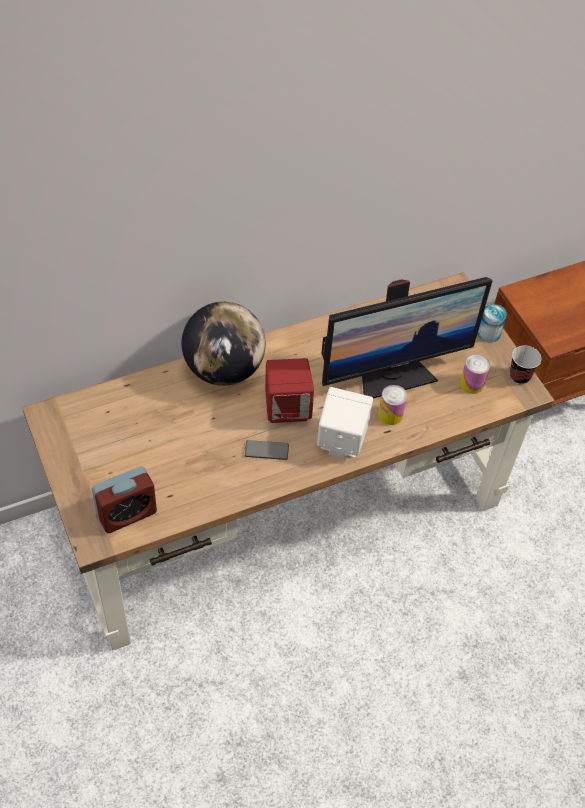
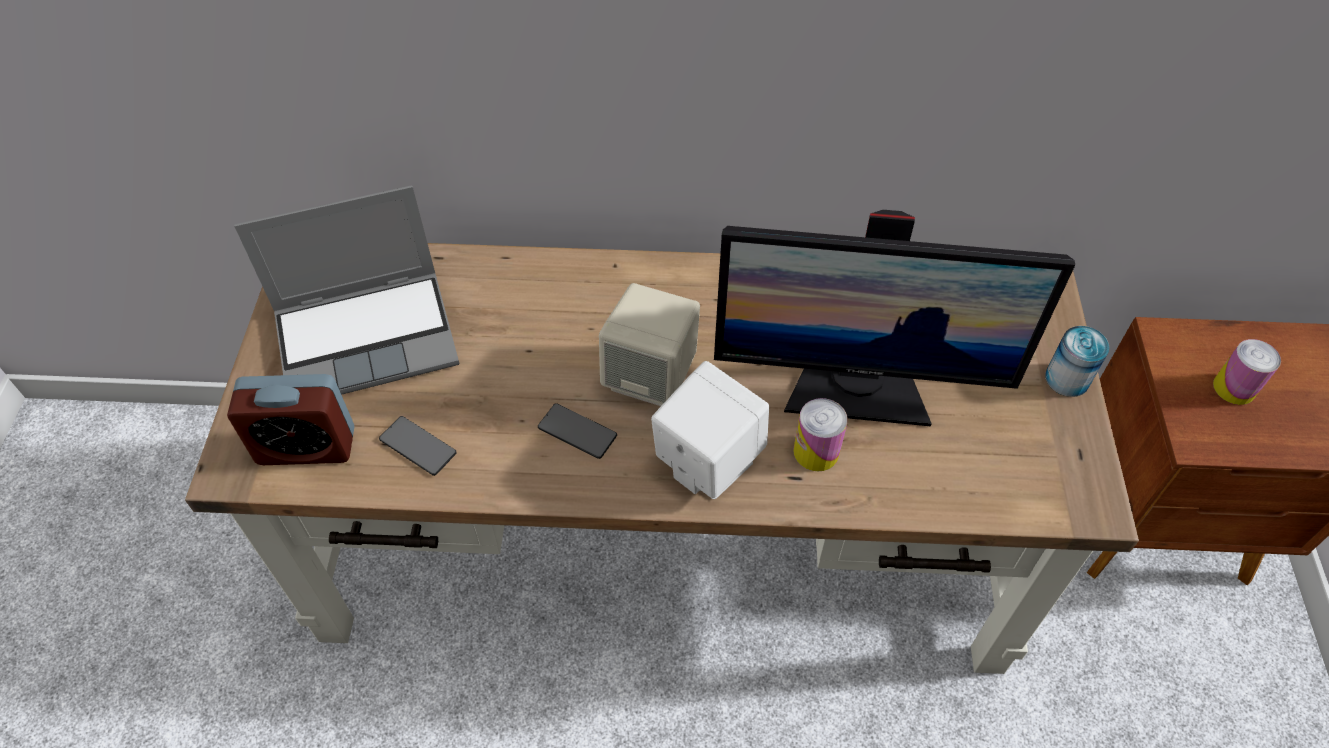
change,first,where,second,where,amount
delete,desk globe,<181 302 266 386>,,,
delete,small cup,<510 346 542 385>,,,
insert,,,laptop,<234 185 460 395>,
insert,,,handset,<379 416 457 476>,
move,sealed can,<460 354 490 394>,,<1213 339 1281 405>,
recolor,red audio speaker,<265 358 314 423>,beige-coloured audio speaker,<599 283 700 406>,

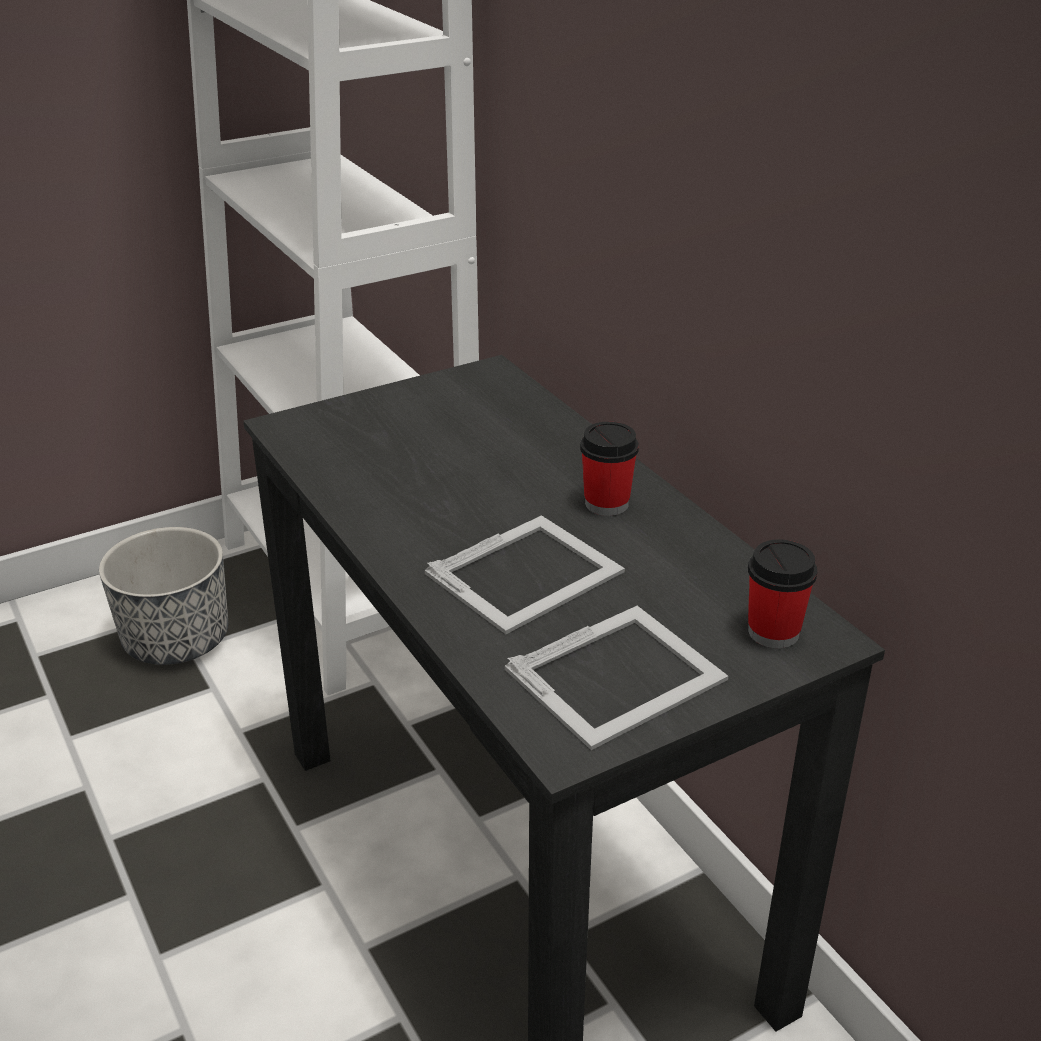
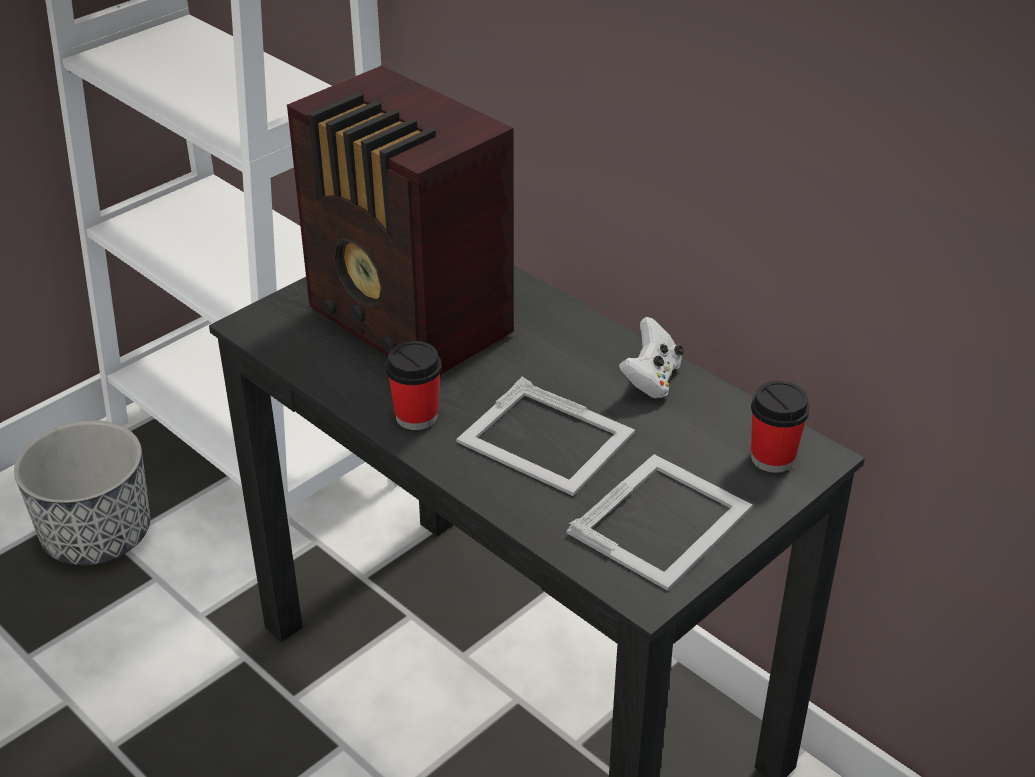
change,first,where,second,where,amount
insert,,,radio,<287 66 514 376>,
insert,,,white joypad,<619 317 684 398>,
move,small cup,<580 422 639 516>,,<386 341 442 430>,
rotate,photo frame,<425 515 625 634>,,<456 376 635 496>,90 degrees clockwise

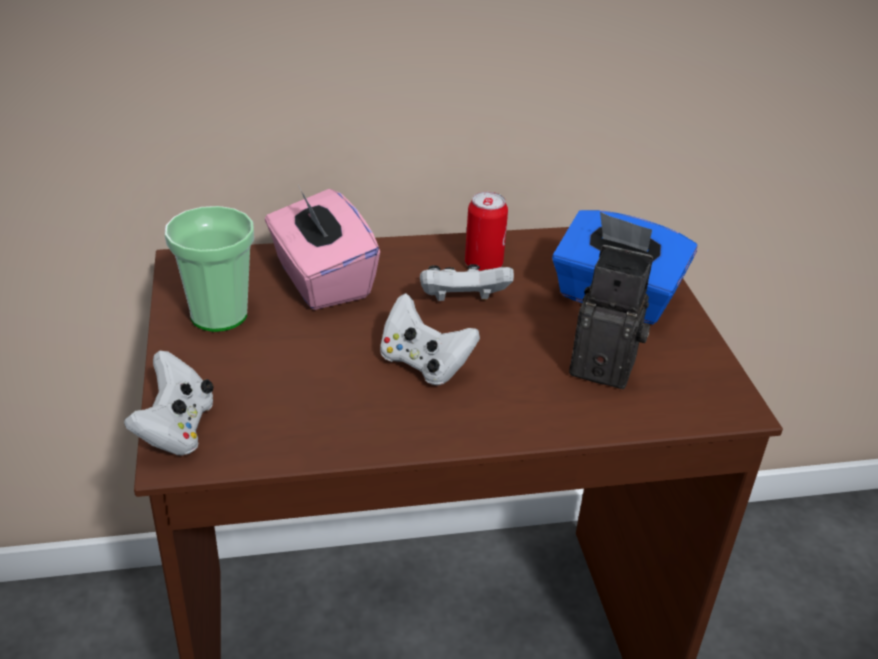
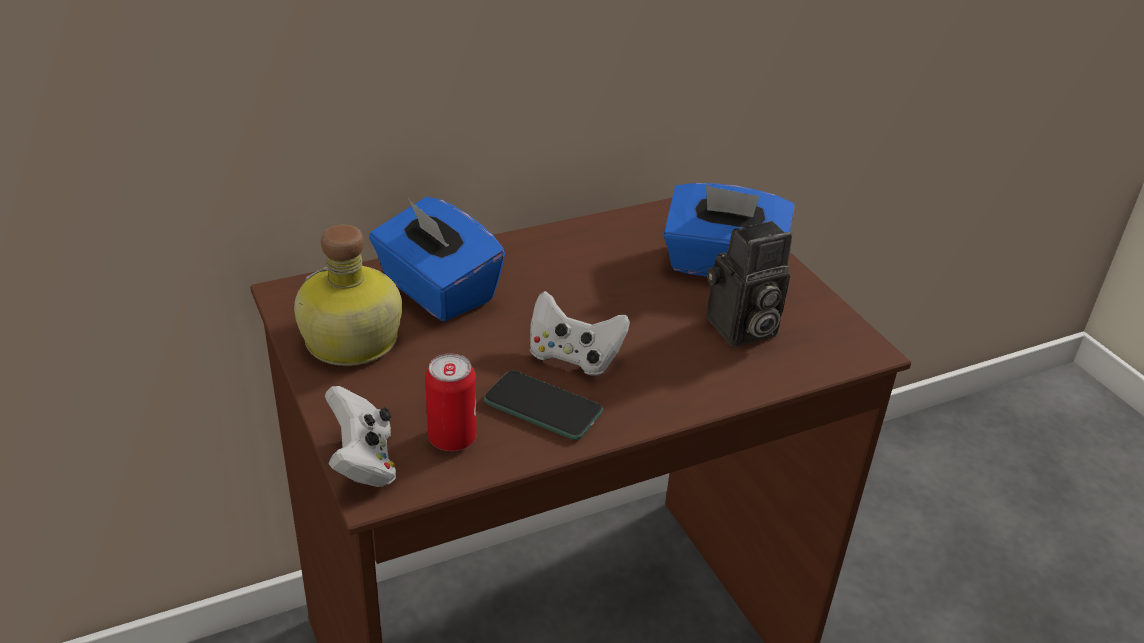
change,first,where,second,where,amount
delete,white joypad,<420 264 514 301>,,,
insert,,,handset,<484 371 603 440>,
move,sealed can,<465 192 508 271>,,<425 353 477 451>,
replace,small cup,<165 206 254 332>,beverage bottle,<294 225 402 366>,
recolor,pink box of tissues,<265 185 380 310>,blue box of tissues,<369 197 505 322>,
rotate,still camera,<569 245 653 389>,,<707 221 792 347>,150 degrees clockwise

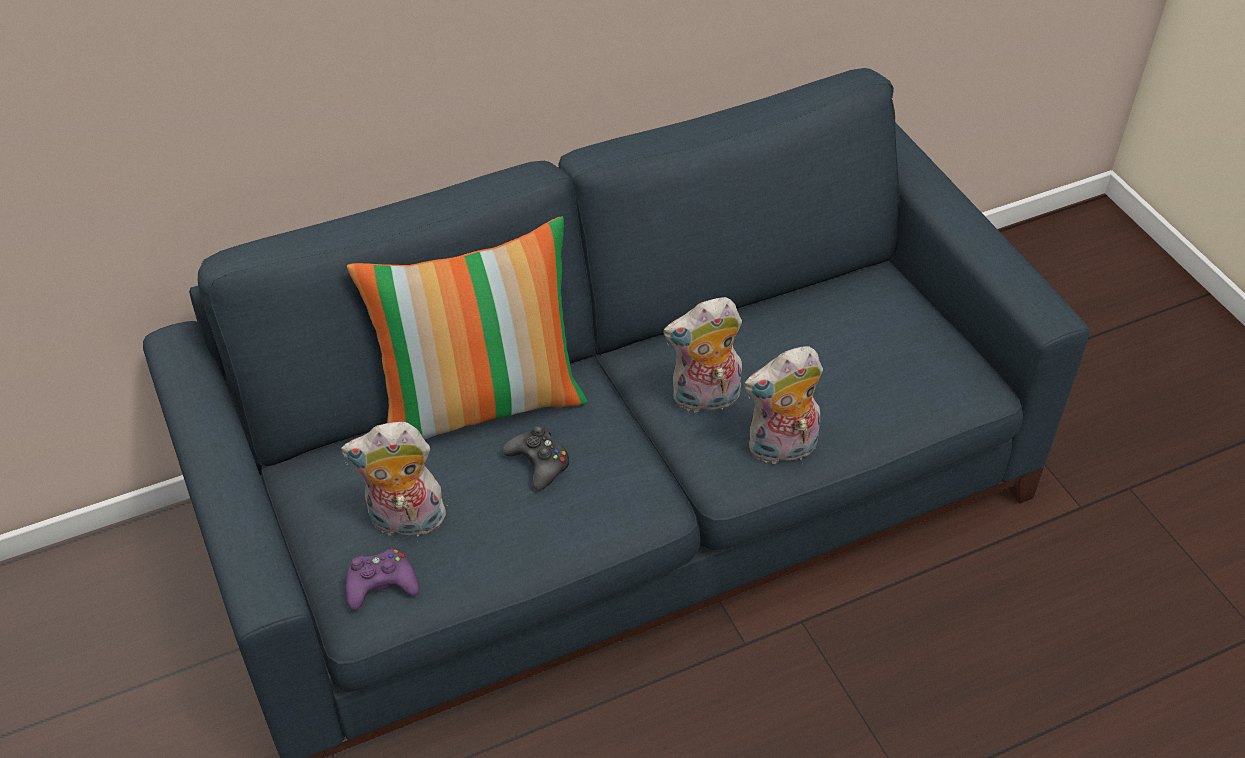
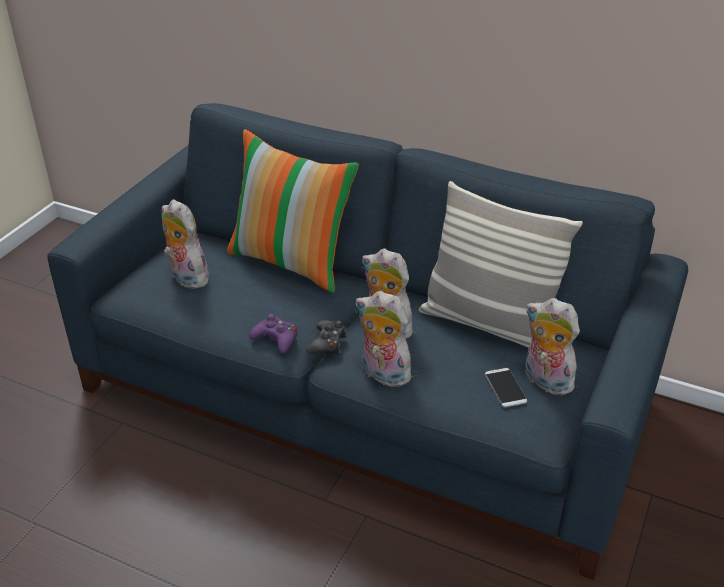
change,first,where,second,where,amount
insert,,,pillow,<419 181 583 348>,
insert,,,handset,<485 368 527 407>,
insert,,,soft toy,<525 298 580 395>,
move,purple-coloured joypad,<346 549 419 610>,,<249 314 297 353>,
move,black-coloured joypad,<503 426 570 491>,,<306 320 347 355>,

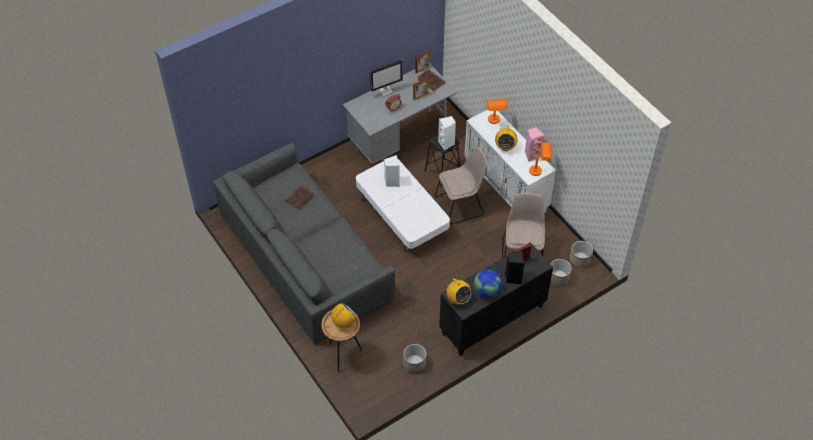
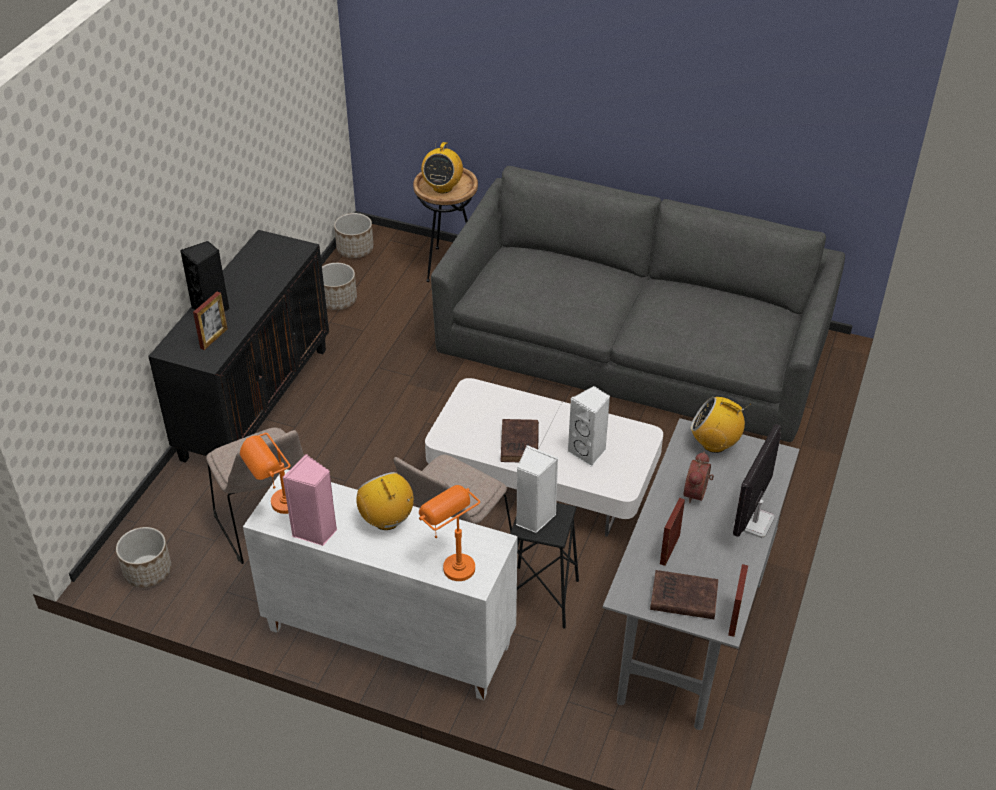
change,first,where,second,where,amount
delete,desk globe,<474 270 502 298>,,,
move,brownish bound book,<285 185 314 209>,,<501 419 539 462>,
move,radio,<446 278 471 305>,,<691 397 751 453>,
move,flower pot,<551 259 572 286>,,<334 213 374 258>,

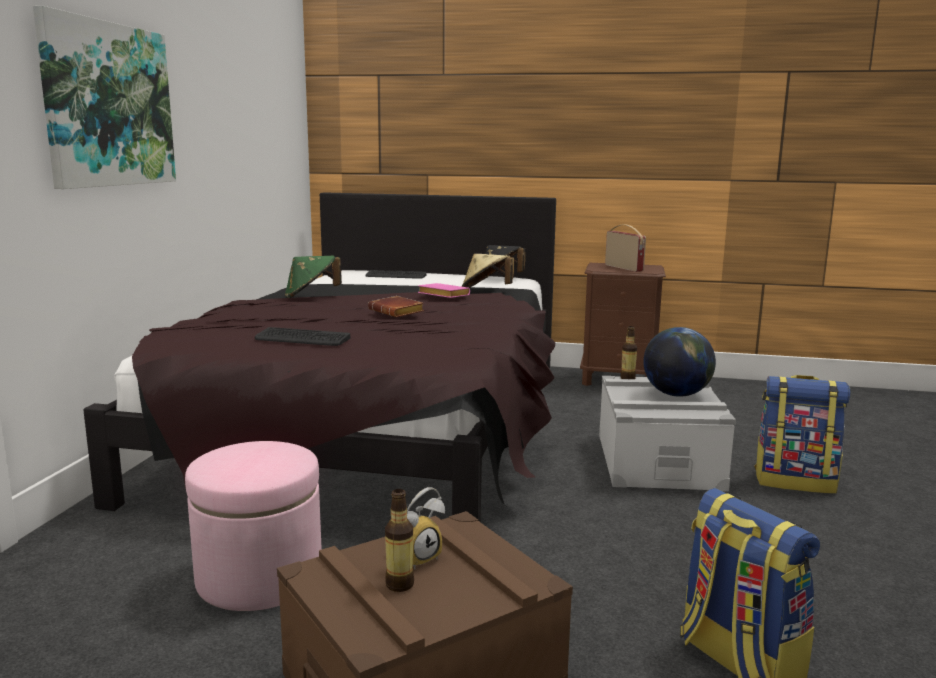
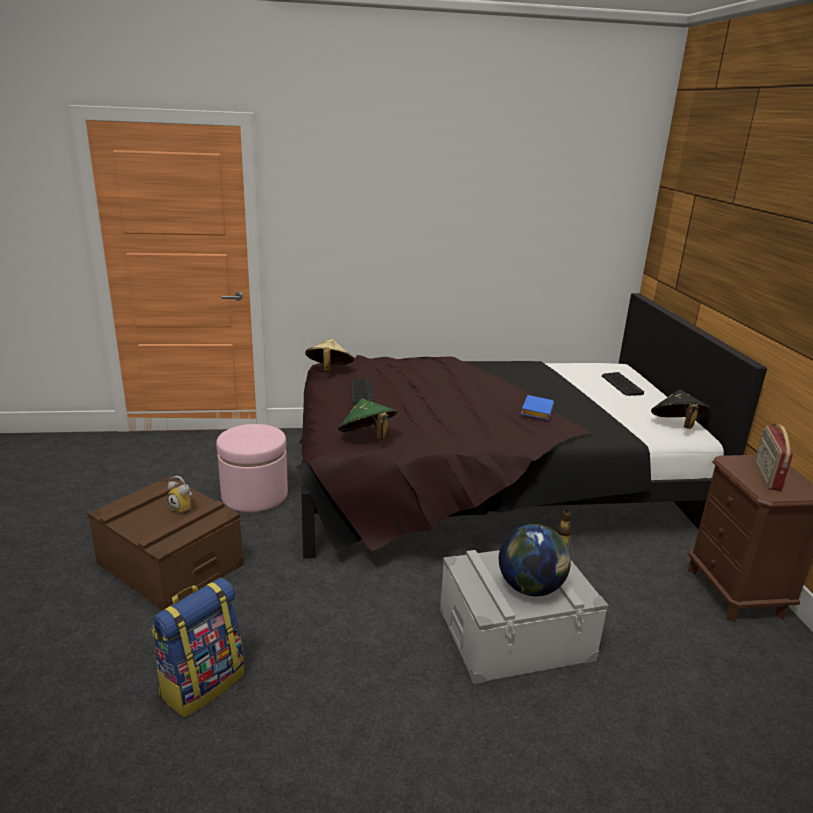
change,first,where,second,where,amount
delete,wall art,<33 5 176 189>,,,
delete,brownish bound book,<368 296 424 317>,,,
delete,beverage bottle,<385 489 414 592>,,,
delete,backpack,<754 375 850 494>,,,
move,green wearable hat,<285 255 342 298>,,<338 398 397 440>,
move,beige-coloured wearable hat,<461 254 514 288>,,<305 339 354 372>,
recolor,pink bound book,<418 283 470 298>,blue bound book,<521 395 554 420>,
rotate,radio,<605 225 646 272>,,<755 424 793 491>,150 degrees clockwise

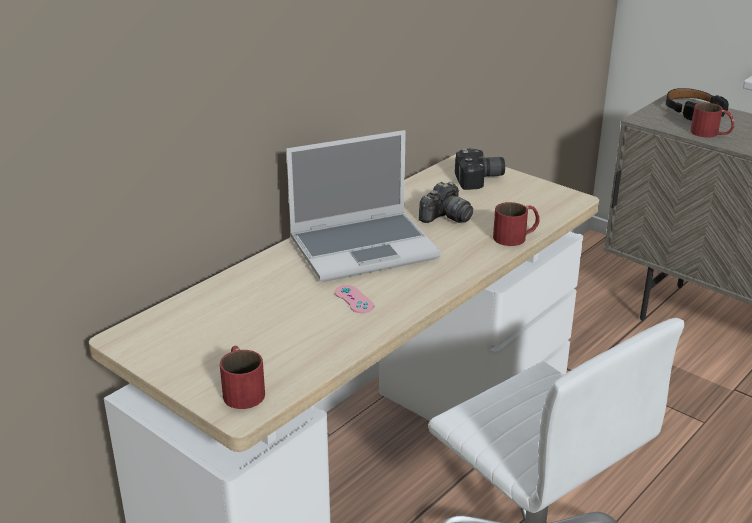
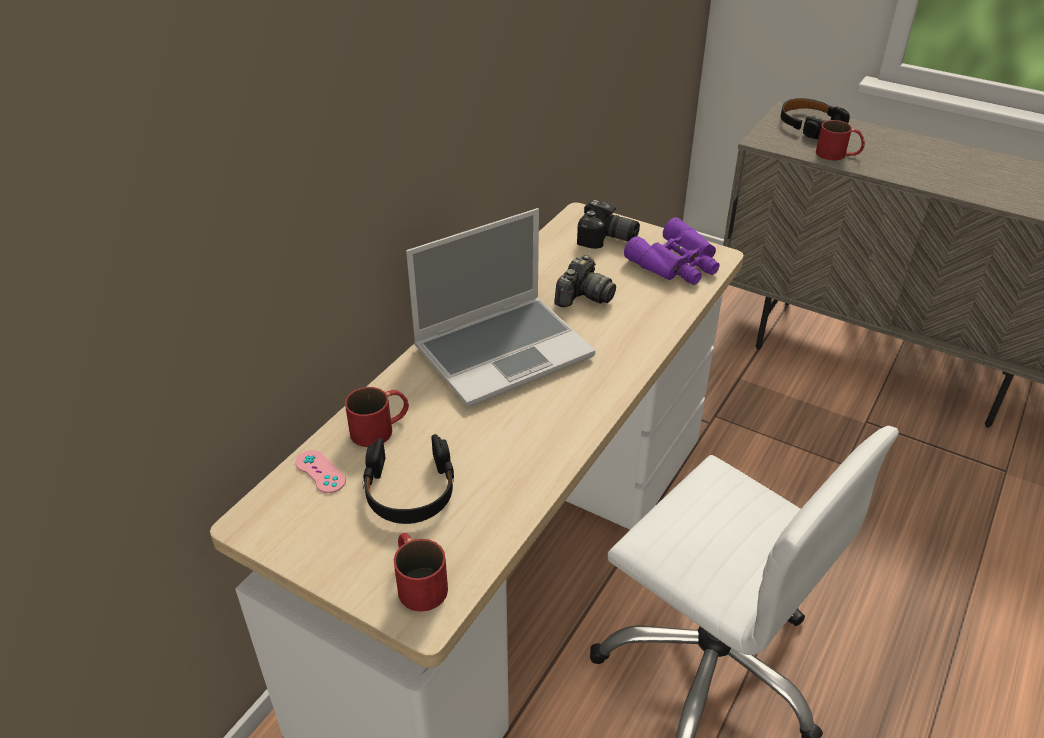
change,first,where,second,where,amount
insert,,,black-coloured pair of headphones,<363 434 454 524>,
insert,,,purple-coloured field glasses,<624 217 720 285>,
move,pink joypad,<335 285 374 313>,,<295 450 346 493>,
move,red tea mug,<493 202 540 246>,,<345 387 409 447>,
rotate,still camera,<455 148 505 190>,,<577 200 640 249>,45 degrees clockwise

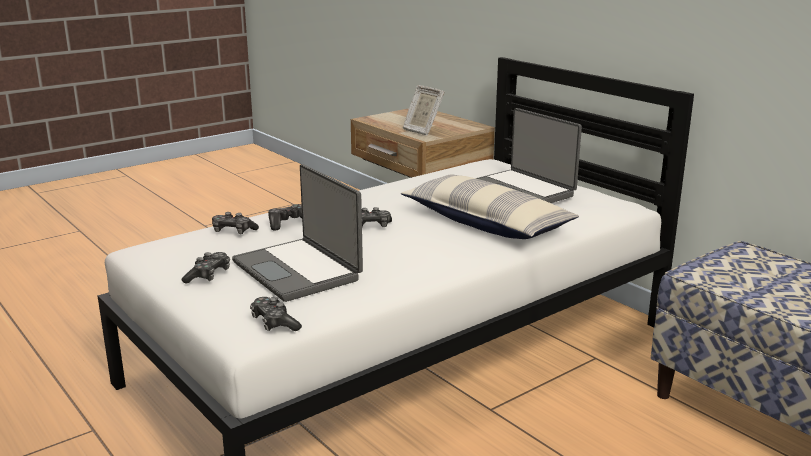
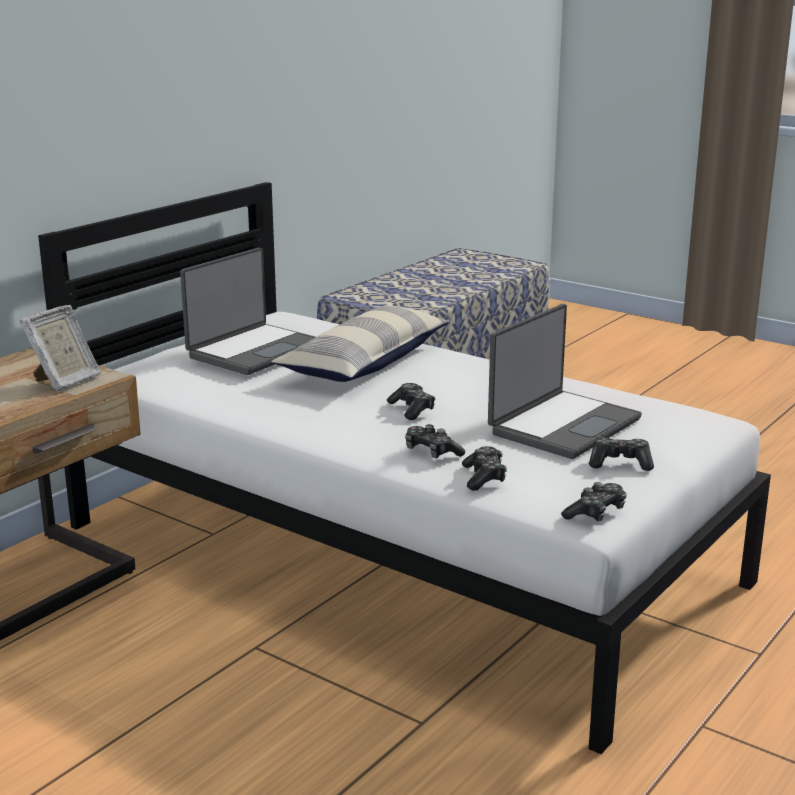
change,first,where,second,where,amount
move,joypad,<250 297 302 331>,,<561 482 627 522>,

